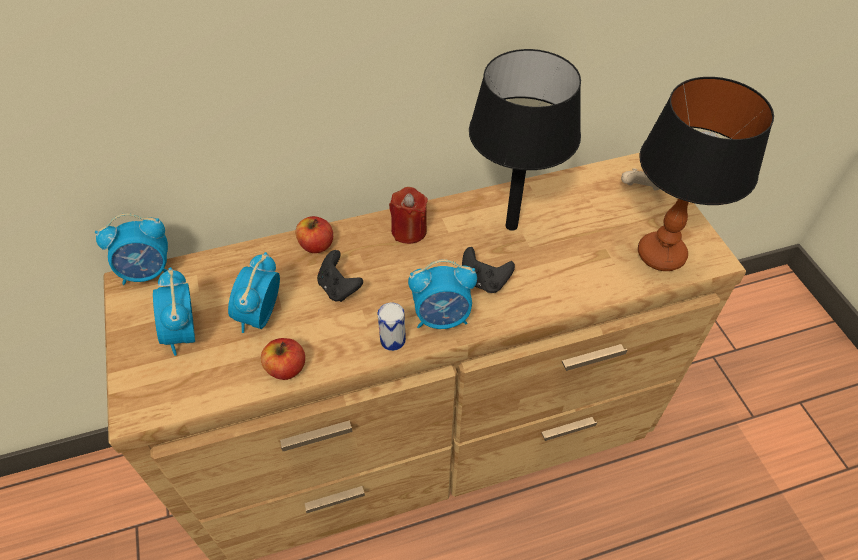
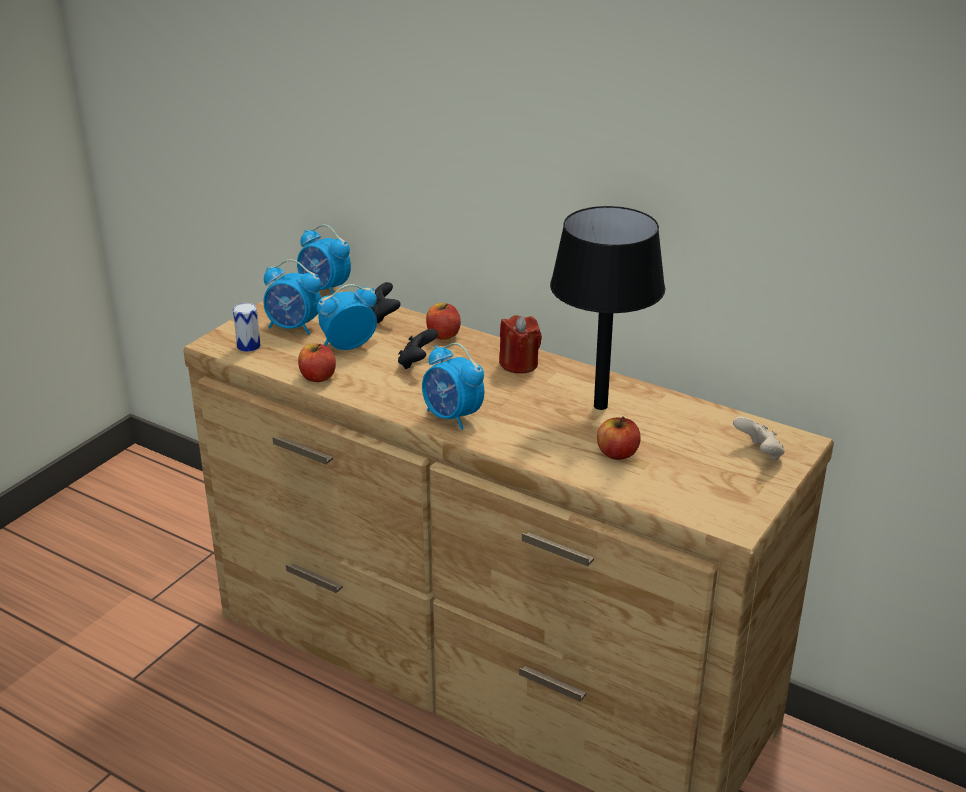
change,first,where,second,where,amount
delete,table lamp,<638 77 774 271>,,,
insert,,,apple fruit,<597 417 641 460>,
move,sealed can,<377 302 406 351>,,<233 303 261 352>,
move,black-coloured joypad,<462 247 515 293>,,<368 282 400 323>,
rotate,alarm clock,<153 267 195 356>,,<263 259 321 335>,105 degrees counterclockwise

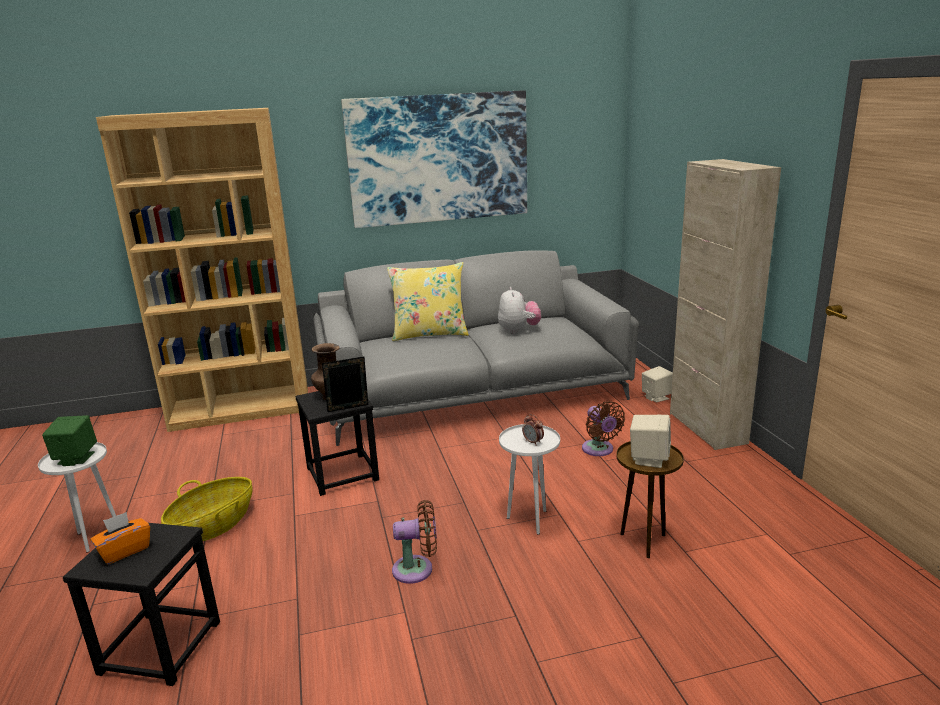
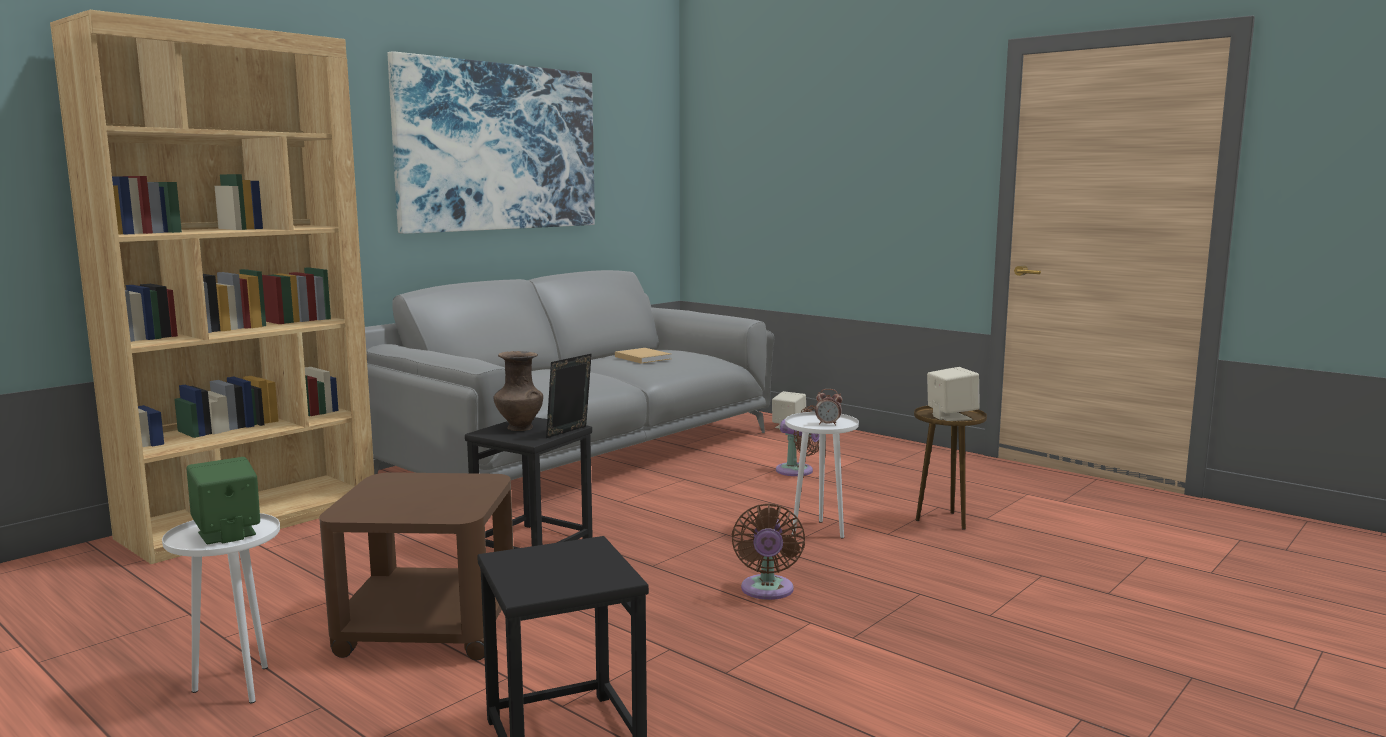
change,first,where,second,where,amount
delete,orange-coloured box of tissues,<90 512 150 564>,,,
delete,yellow-coloured pillow,<387 262 469 341>,,,
delete,beige-coloured storage cabinet,<670 159 781 450>,,,
replace,basket,<161 477 253 541>,brownish side table,<319 472 514 661>,
replace,soft toy,<498 287 541 334>,beige-coloured bound book,<615 348 671 363>,
rotate,brownish fan,<392 500 437 584>,,<731 503 805 600>,135 degrees clockwise

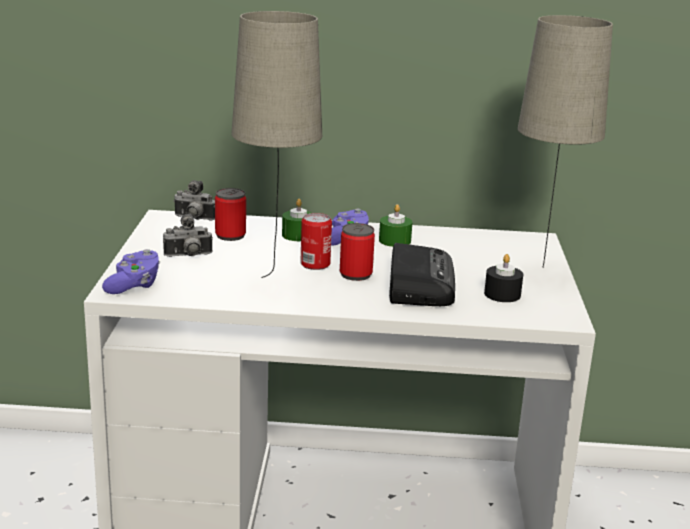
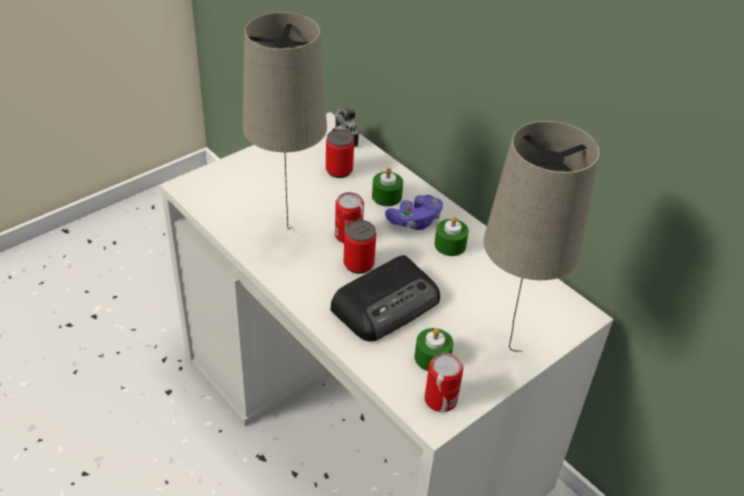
change,first,where,second,where,amount
delete,purple-coloured joypad,<102 249 160 294>,,,
delete,still camera,<163 214 213 257>,,,
insert,,,sealed can,<425 353 463 412>,
recolor,black-coloured wax light,<484 254 523 302>,green wax light,<415 328 453 371>,

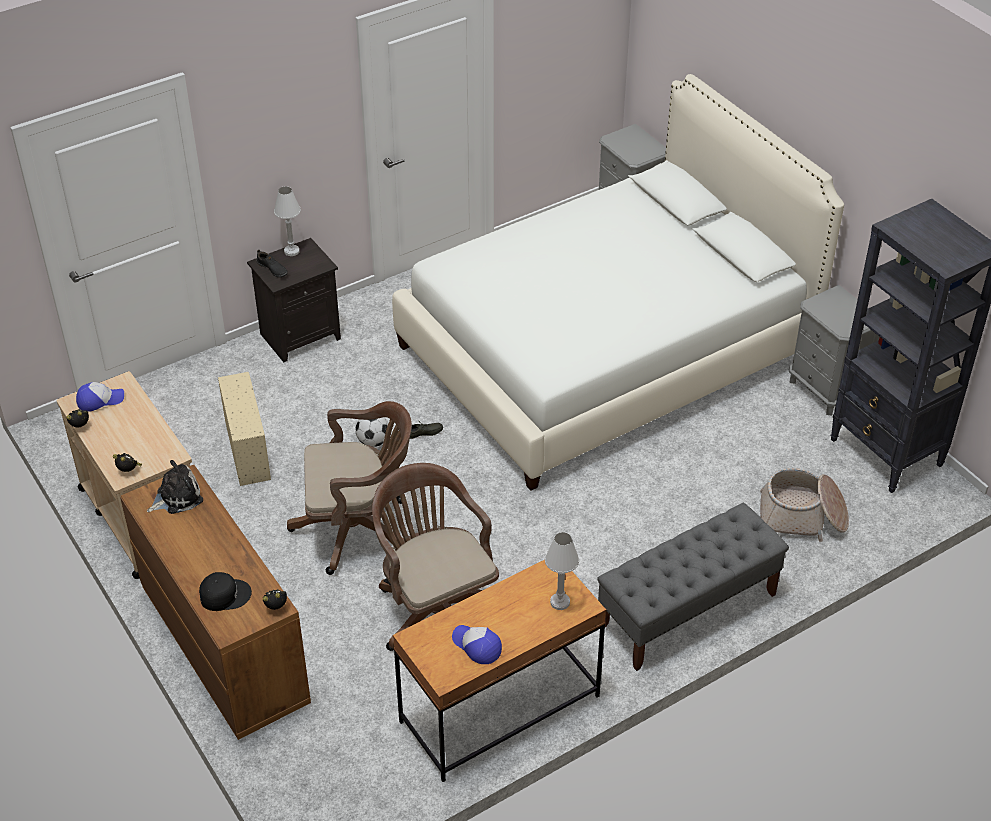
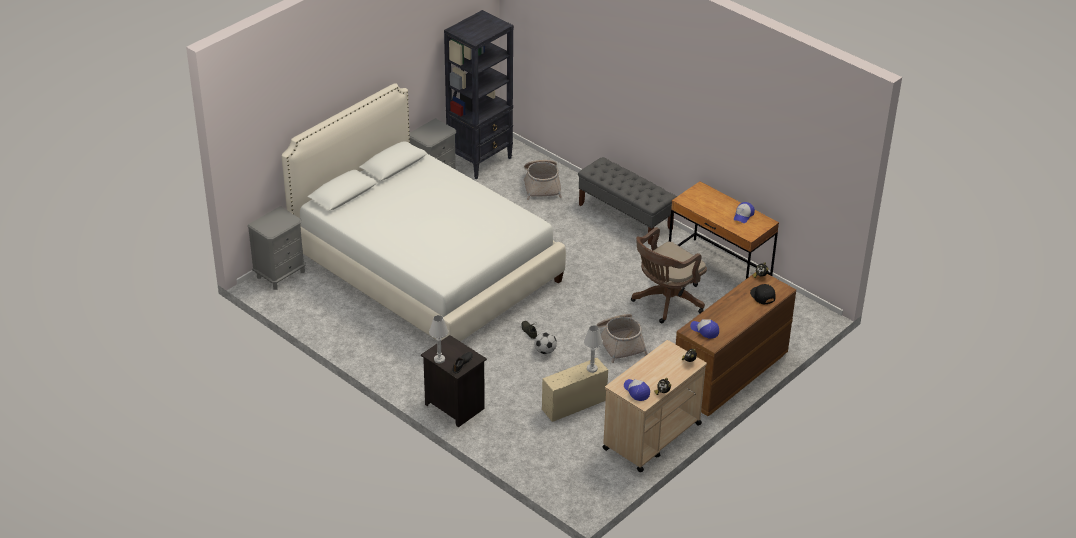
change,first,where,second,where,amount
move,white table lamp,<545 532 579 610>,,<584 325 603 373>,
replace,soft toy,<147 460 203 514>,baseball cap,<690 319 719 339>,
replace,brownish computer chair,<287 401 412 575>,basket,<597 314 648 363>,

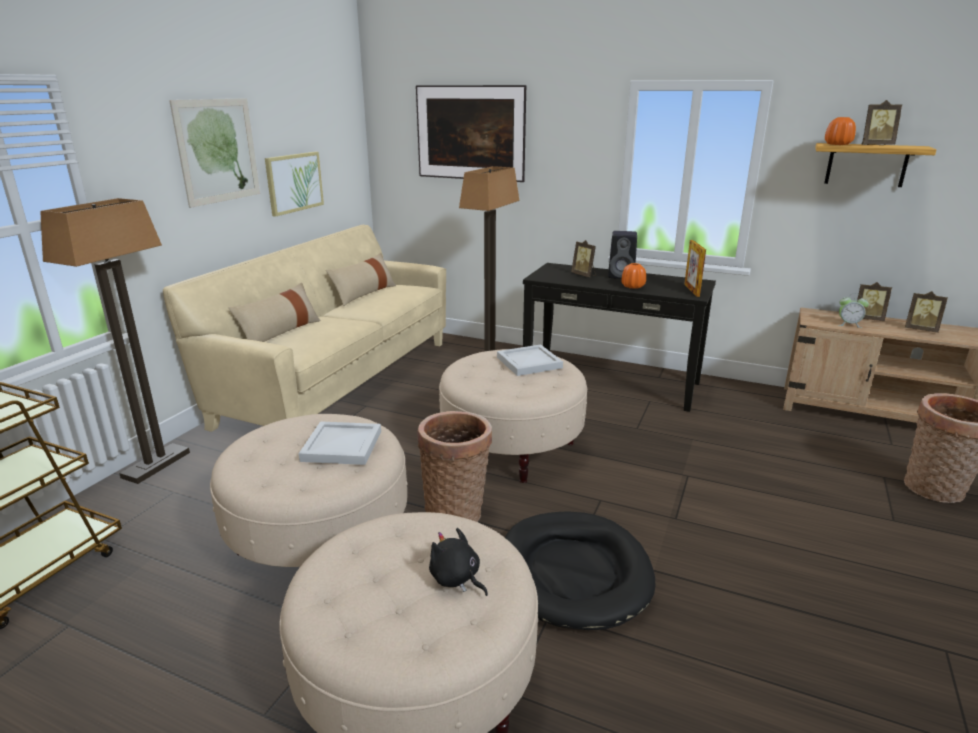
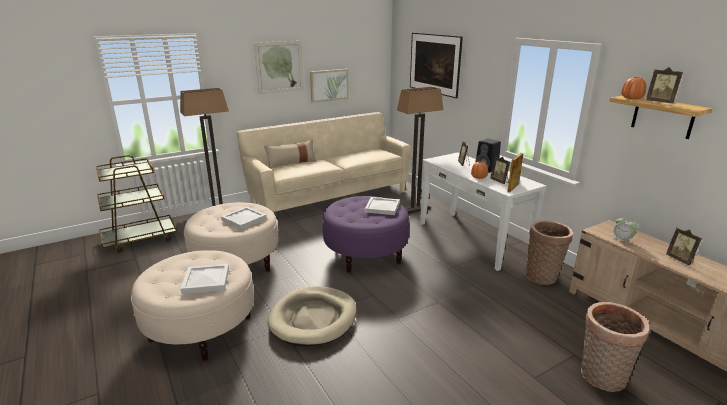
change,first,where,second,where,amount
delete,beige-coloured pillow,<326 253 396 306>,,,
move,basket,<417 411 492 522>,,<525 220 573 285>,
move,photo frame,<857 282 892 321>,,<490 157 510 184>,
replace,black-coloured soft toy,<429 528 488 596>,white carrying tray,<181 264 229 294>,
recolor,beige-coloured footrest,<439 349 587 483>,purple-coloured footrest,<322 196 410 273>,
recolor,black-coloured pet bed,<505 511 655 630>,beige-coloured pet bed,<268 286 356 346>,
recolor,black-coloured narrow table,<523 263 716 412>,white narrow table,<420 152 547 271>,

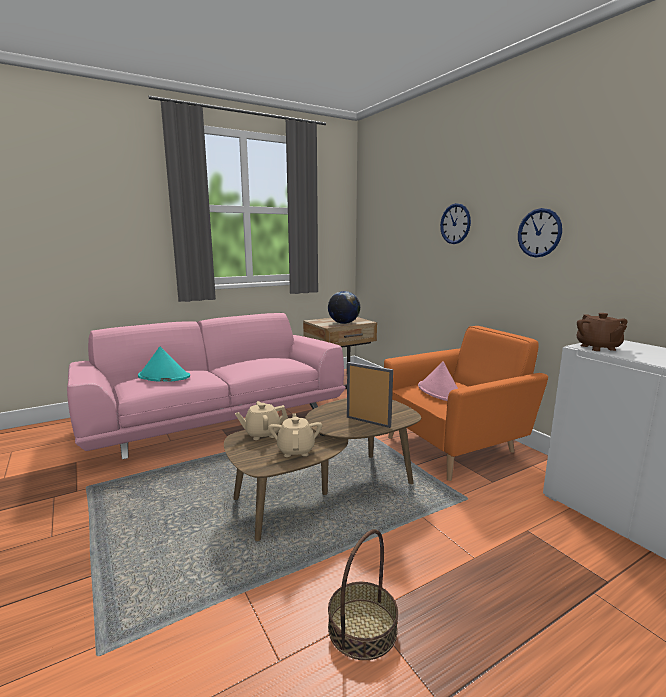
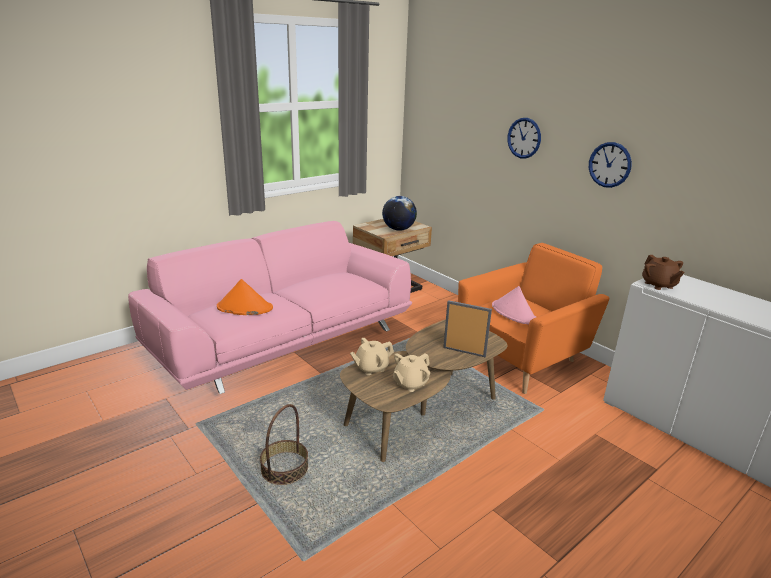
change,first,where,second,where,amount
move,basket,<328 529 398 660>,,<260 404 308 485>,
recolor,blue-green wearable hat,<138 346 190 382>,orange-coloured wearable hat,<217 279 273 315>,
rotate,beige-coloured pot for tea,<269 413 322 457>,,<393 353 430 392>,120 degrees counterclockwise

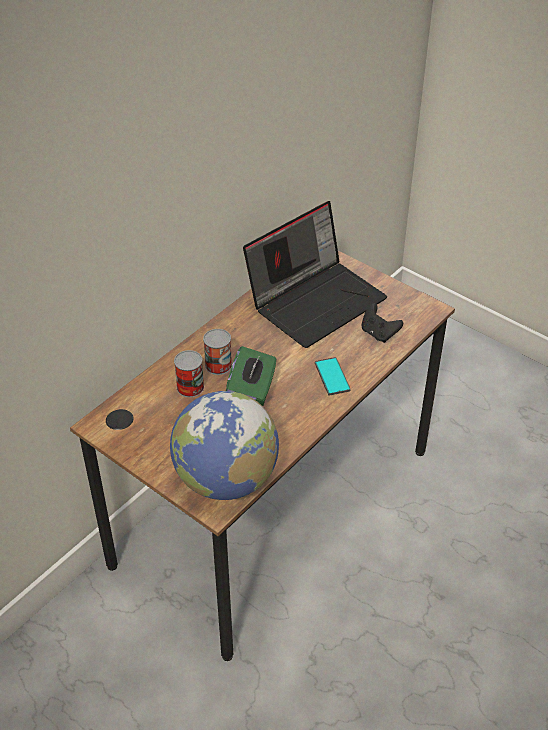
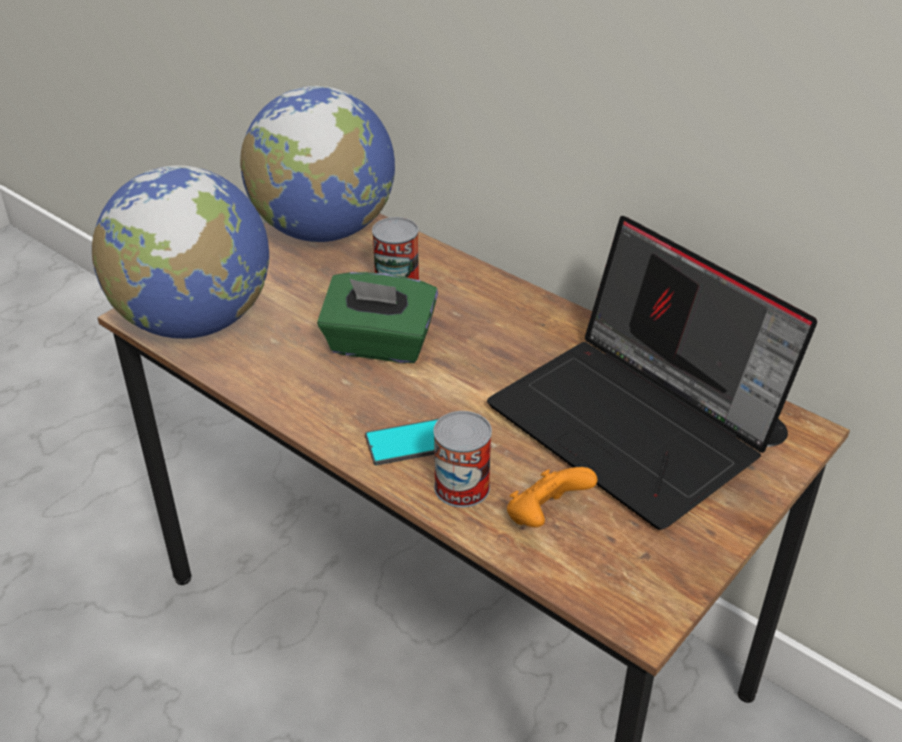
change,first,where,second,where,amount
insert,,,desk globe,<240 86 395 242>,
move,sealed can,<203 329 232 375>,,<433 411 492 508>,
recolor,black-coloured joypad,<362 303 403 343>,orange-coloured joypad,<507 467 598 527>,

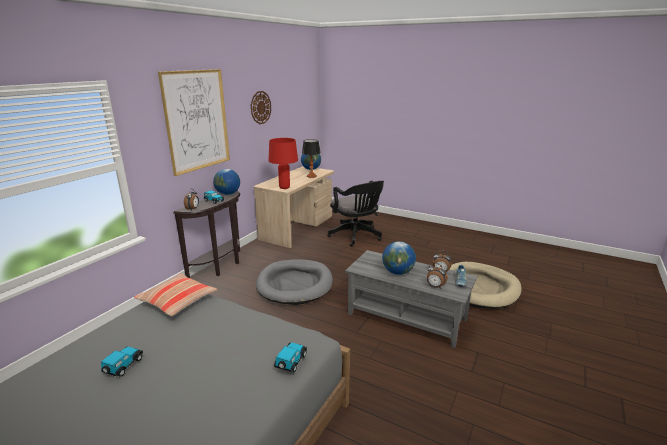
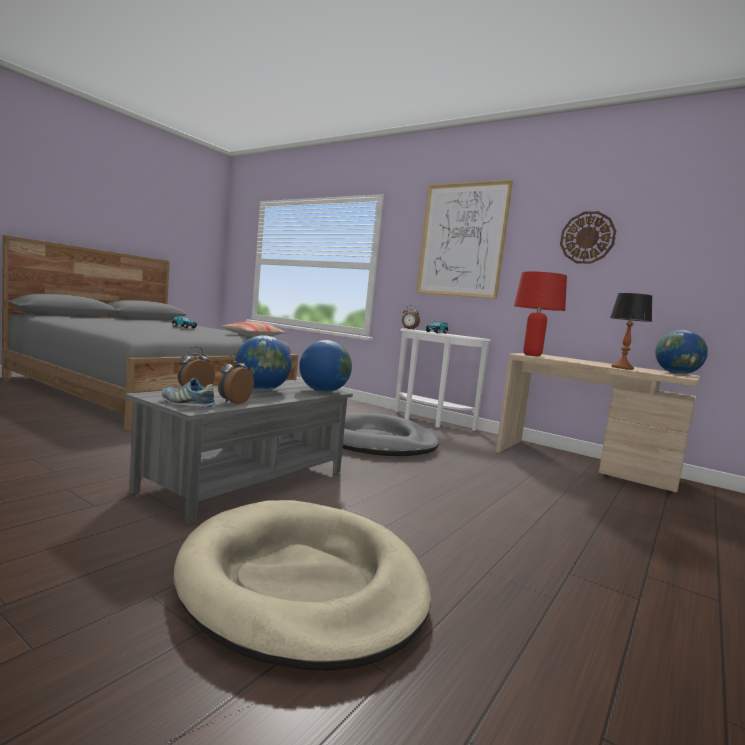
change,first,where,second,where,amount
delete,miniature car,<274 343 307 372>,,,
delete,black-coloured computer chair,<327 181 384 247>,,,
move,desk globe,<213 169 240 195>,,<299 340 352 392>,
recolor,brownish narrow table,<174 191 240 278>,white narrow table,<394 328 491 431>,

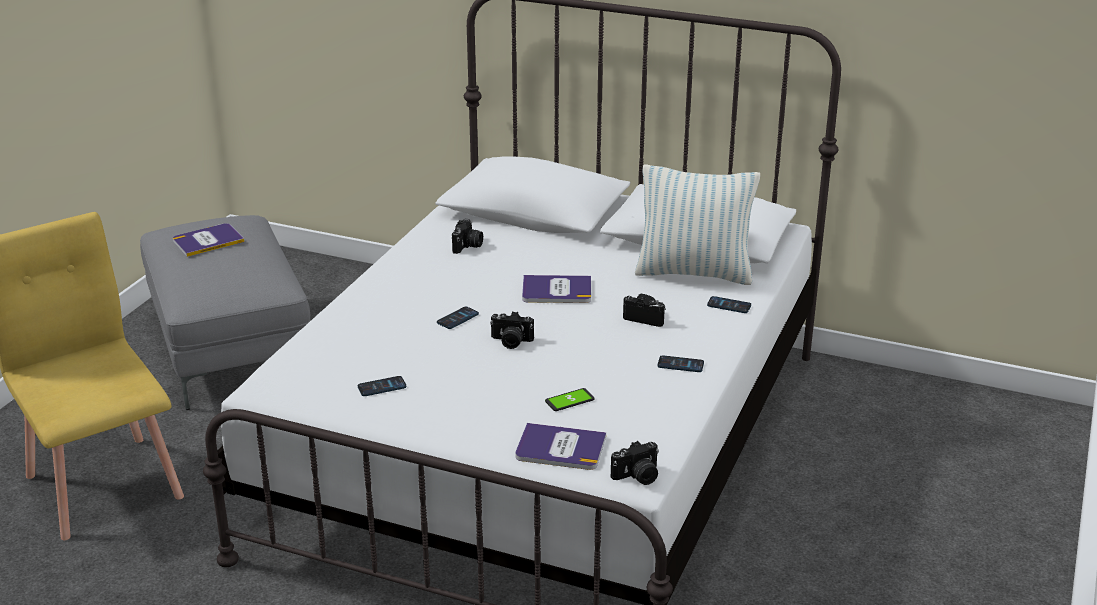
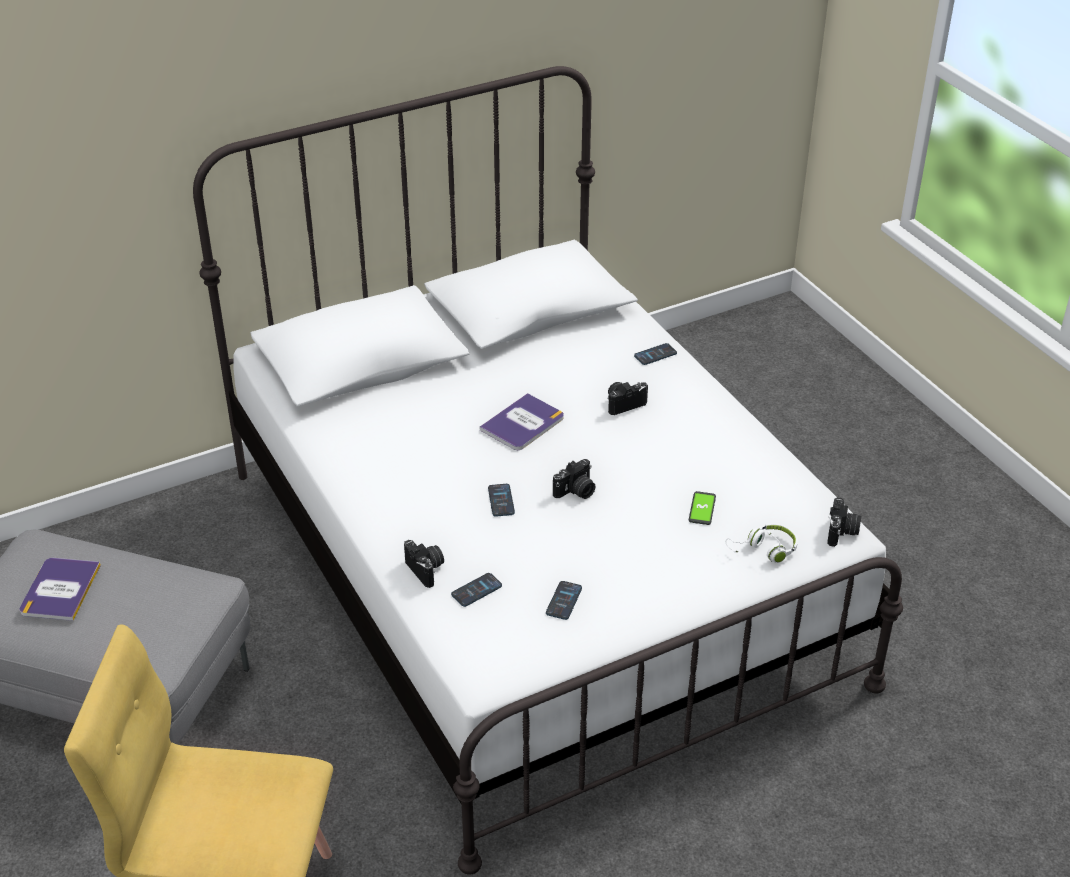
change,first,where,second,where,amount
delete,pillow,<635 165 760 285>,,,
move,still camera,<452 219 483 254>,,<404 540 444 588>,
move,handset,<658 355 704 372>,,<451 573 502 607>,
replace,bound book,<515 423 606 470>,white pair of headphones,<726 523 798 563>,

